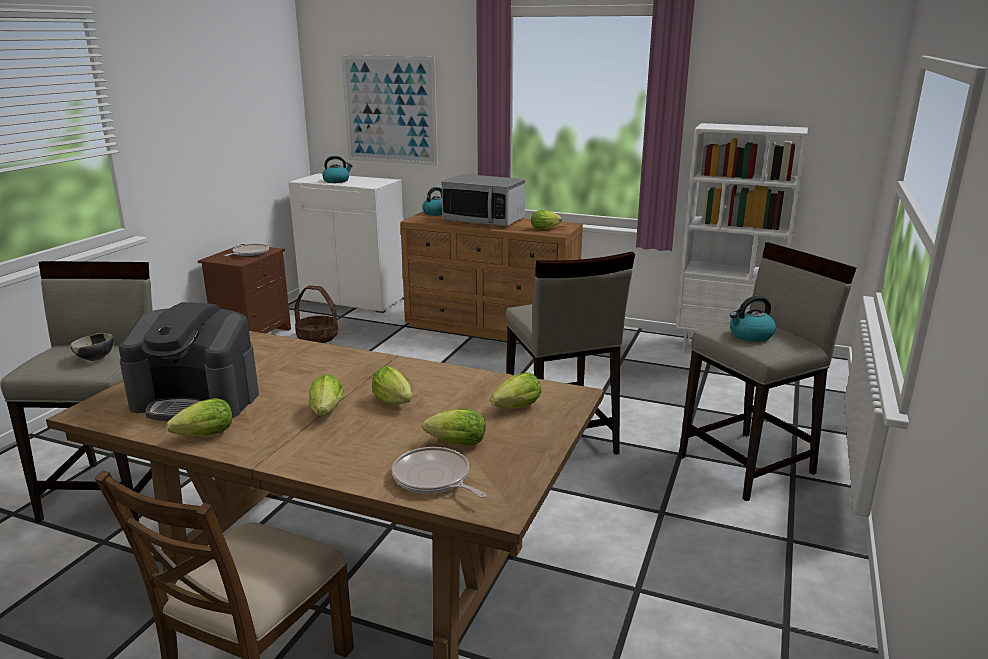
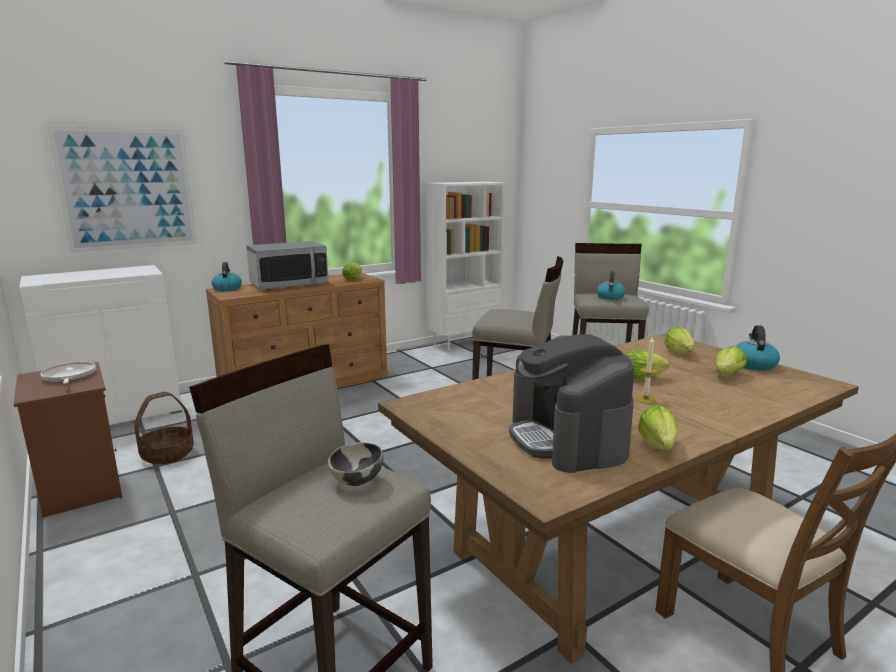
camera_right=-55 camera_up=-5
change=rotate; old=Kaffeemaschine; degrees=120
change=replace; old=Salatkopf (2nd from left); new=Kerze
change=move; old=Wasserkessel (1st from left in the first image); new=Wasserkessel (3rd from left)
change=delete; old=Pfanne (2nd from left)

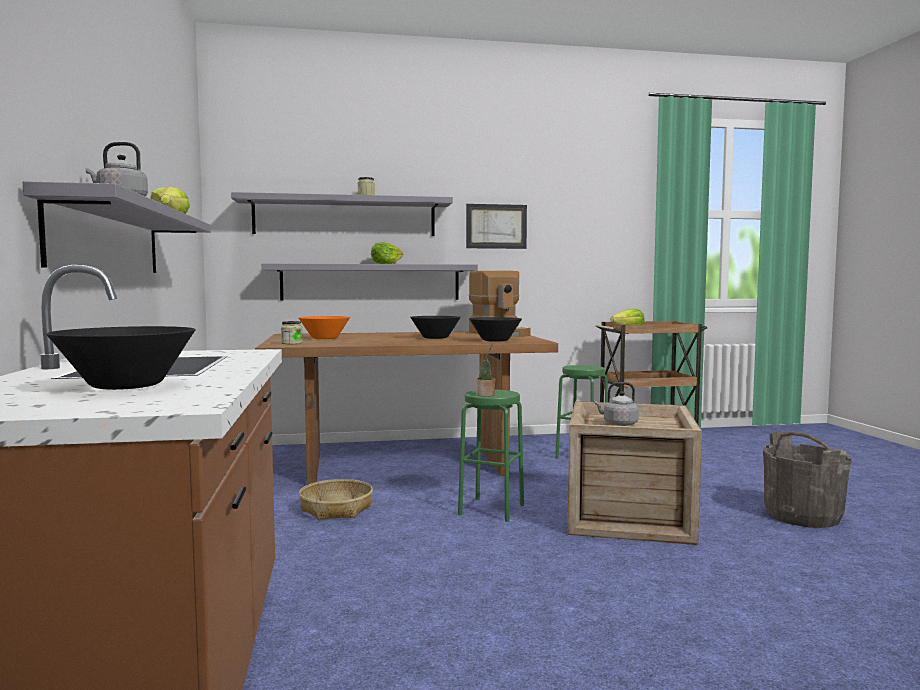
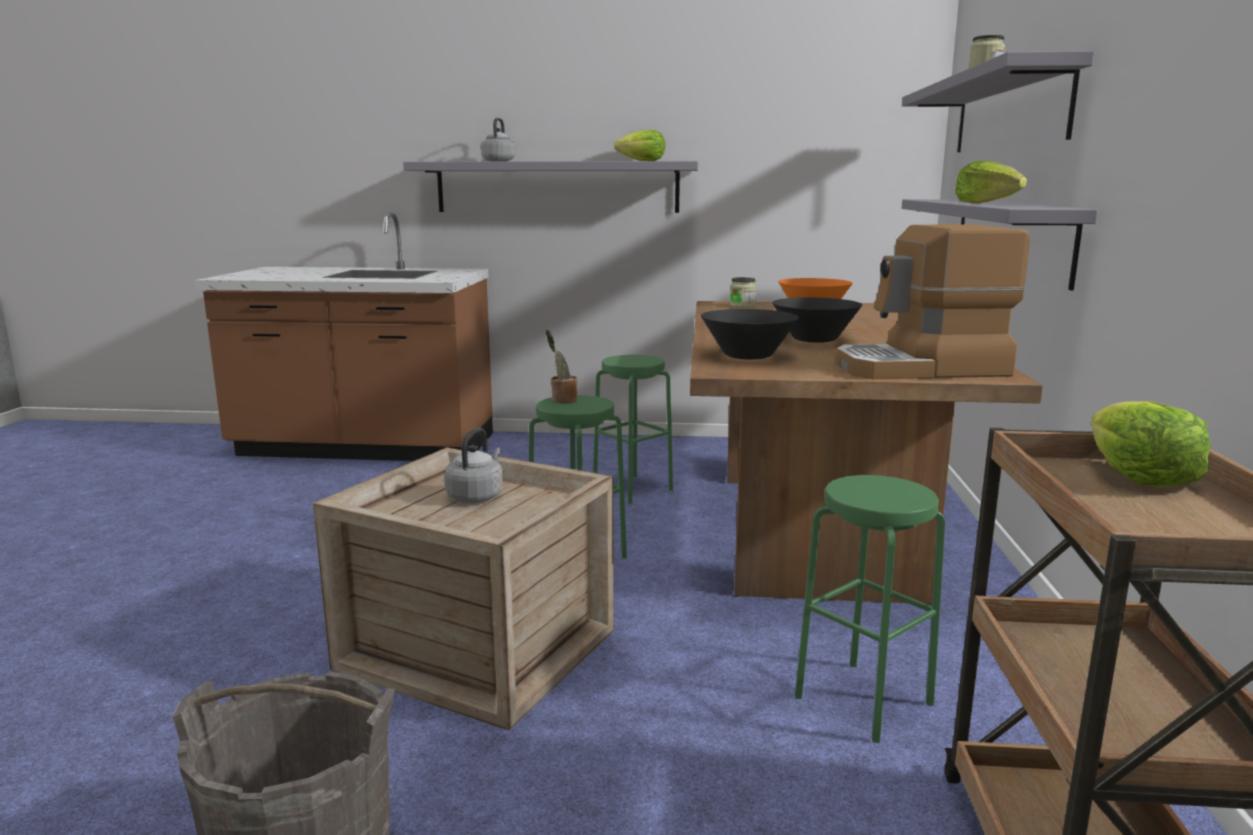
camera_right=105 camera_up=10
change=replace; old=Korb; new=Hocker/grün (2nd from left)
change=delete; old=Schüssel/schwarz (1st from left)
change=delete; old=Bild

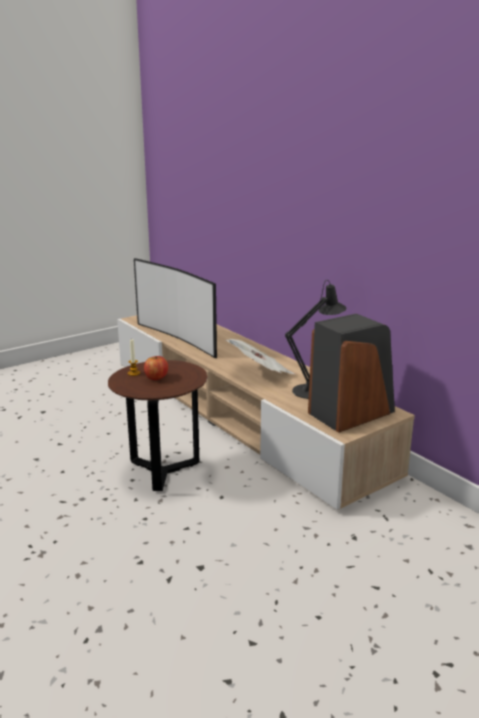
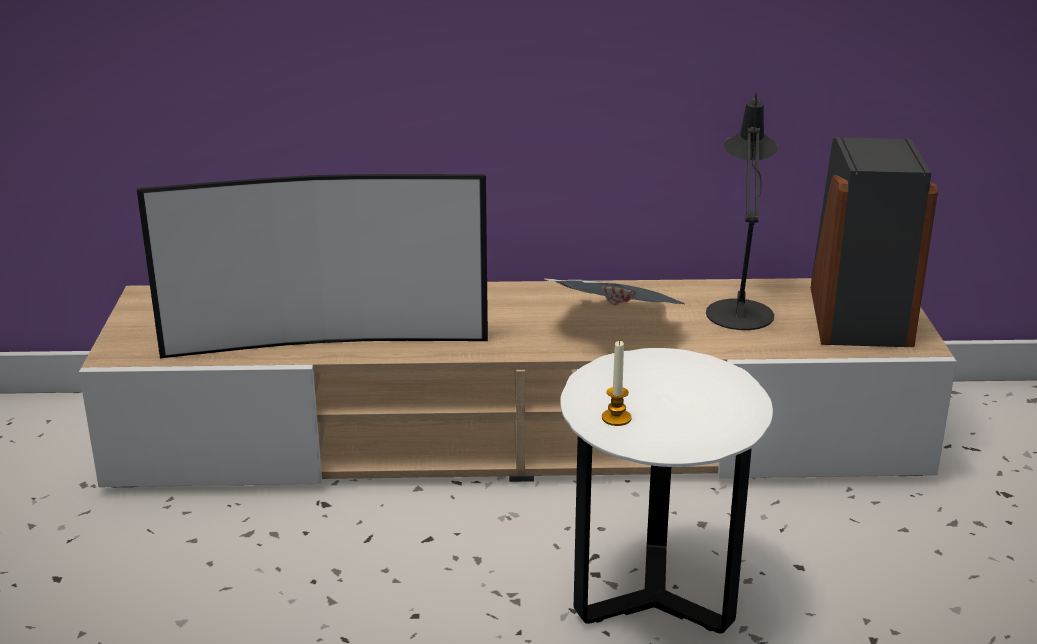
camera_right=-55 camera_up=5
change=recolor; old=Beistelltisch/braun; new=Beistelltisch/weiß
change=delete; old=Apfel

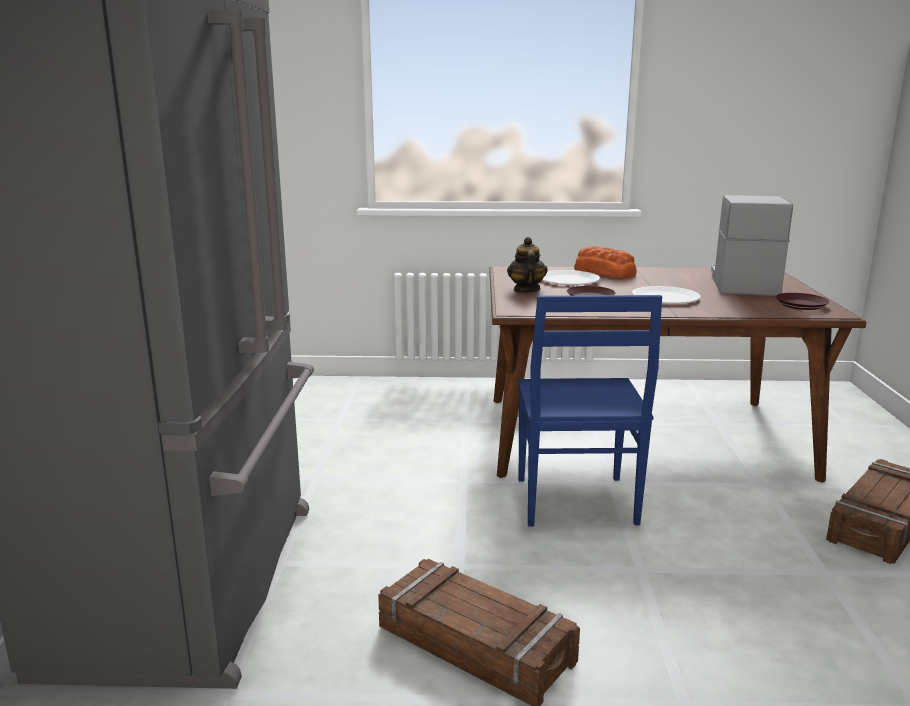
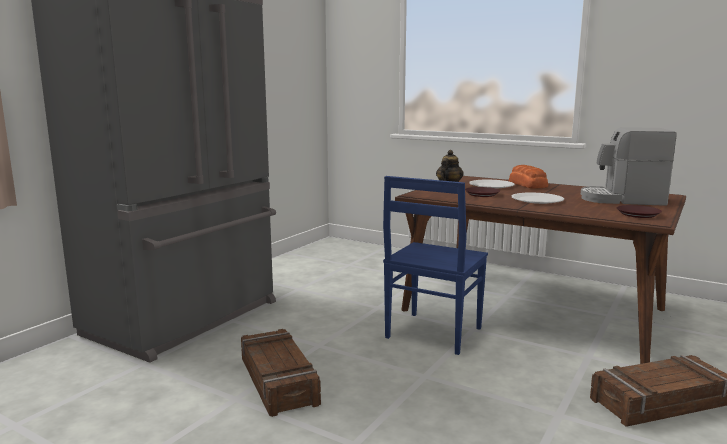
camera_right=30 camera_up=-5
change=rotate; old=Kaffeemaschine; degrees=-120

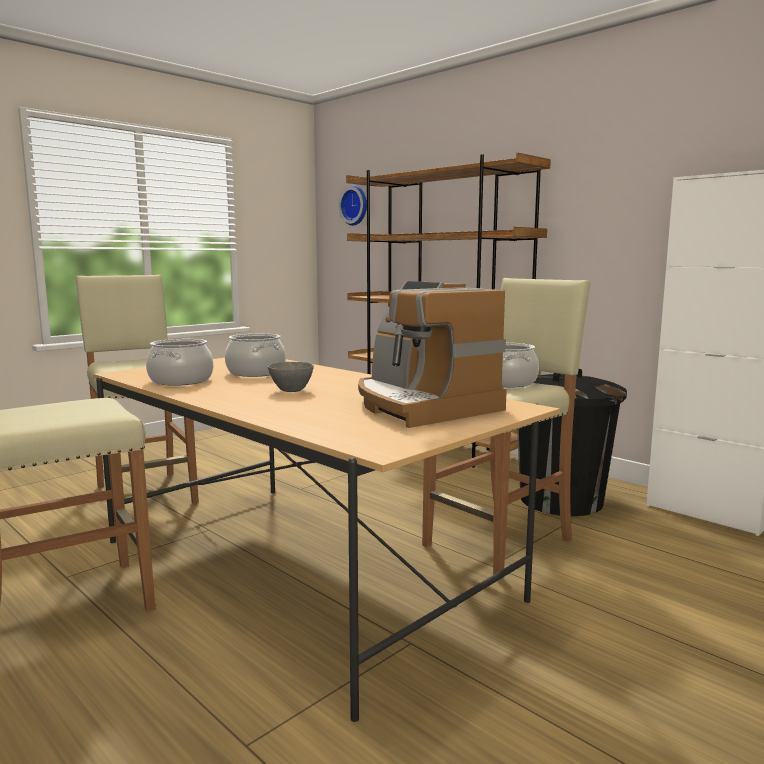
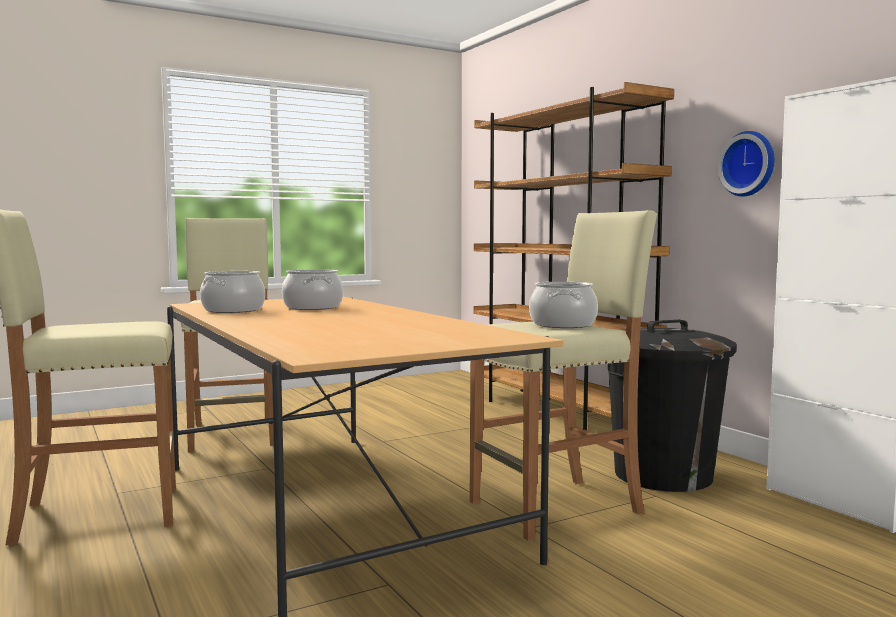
camera_right=15 camera_up=-5
change=move; old=Wanduhr
change=delete; old=Schüssel/grau
change=delete; old=Kaffeemaschine

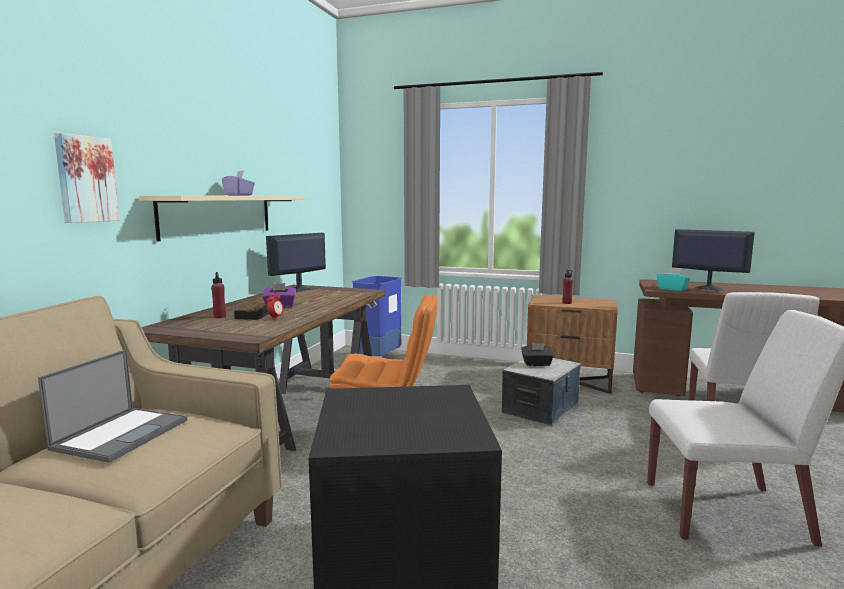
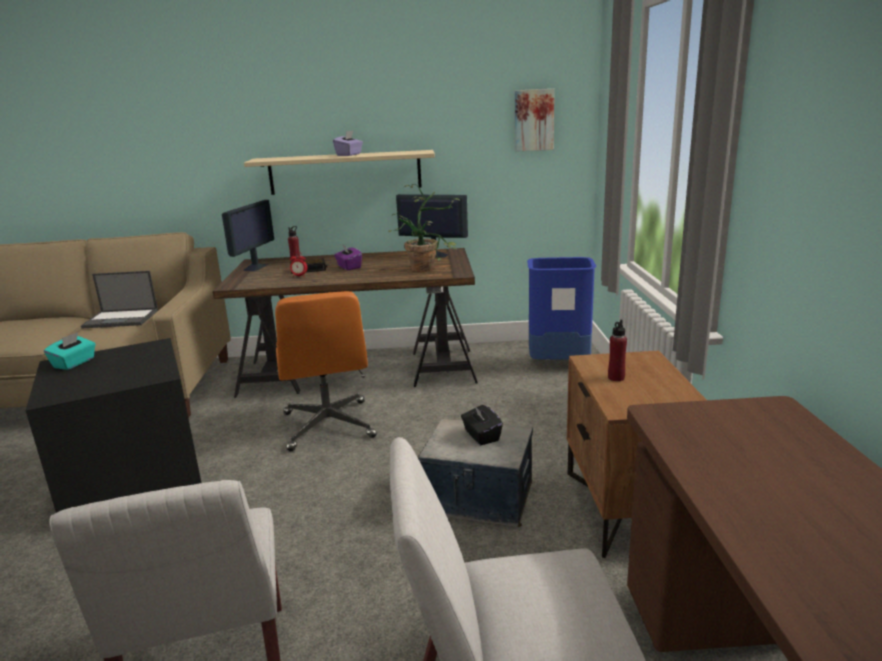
camera_right=70 camera_up=10
change=move; old=Taschentuchbox/türkis
change=move; old=Monitor (2nd from left in the first image); new=Monitor (1st from left)
change=insert; new=Topfpflanze
change=move; old=Bild

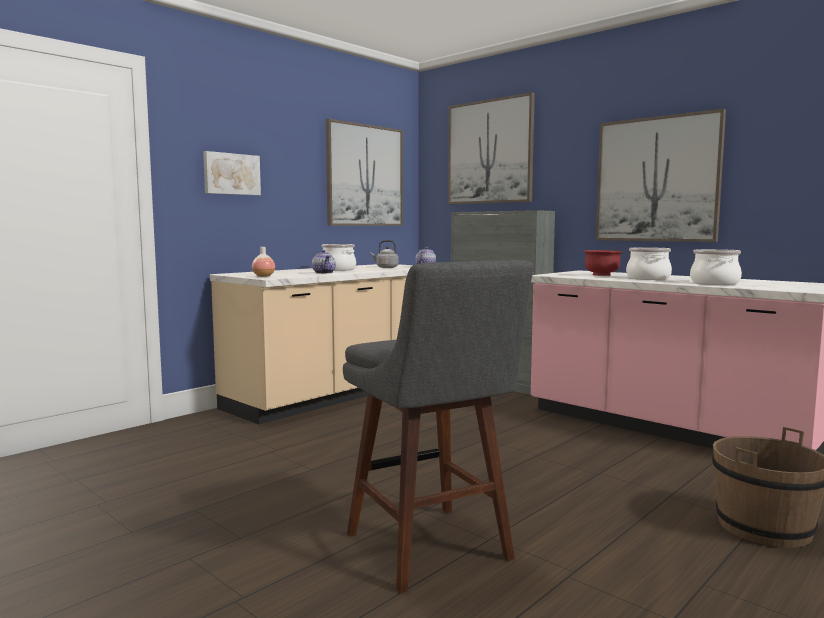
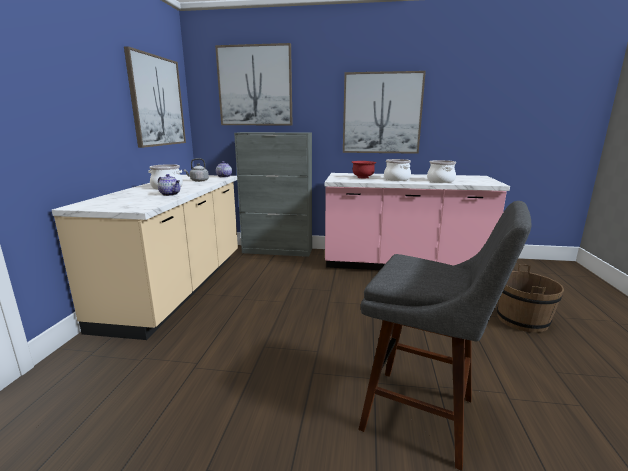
camera_right=-35 camera_up=10
change=delete; old=Bild (1st from left)
change=delete; old=Vase

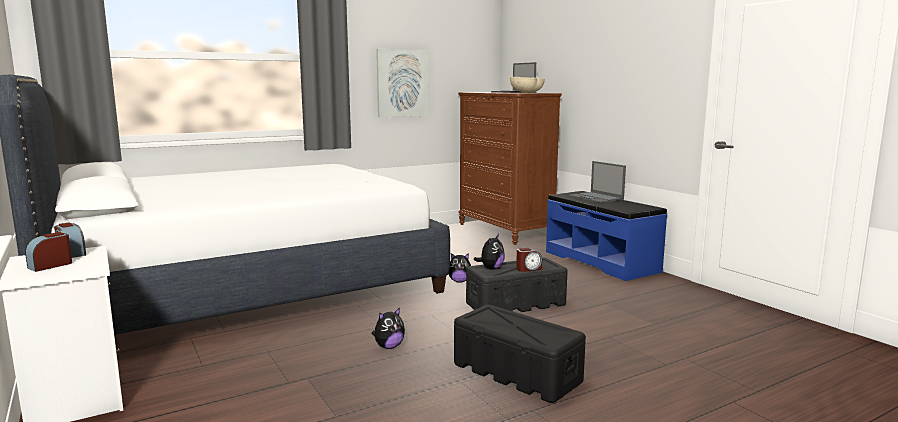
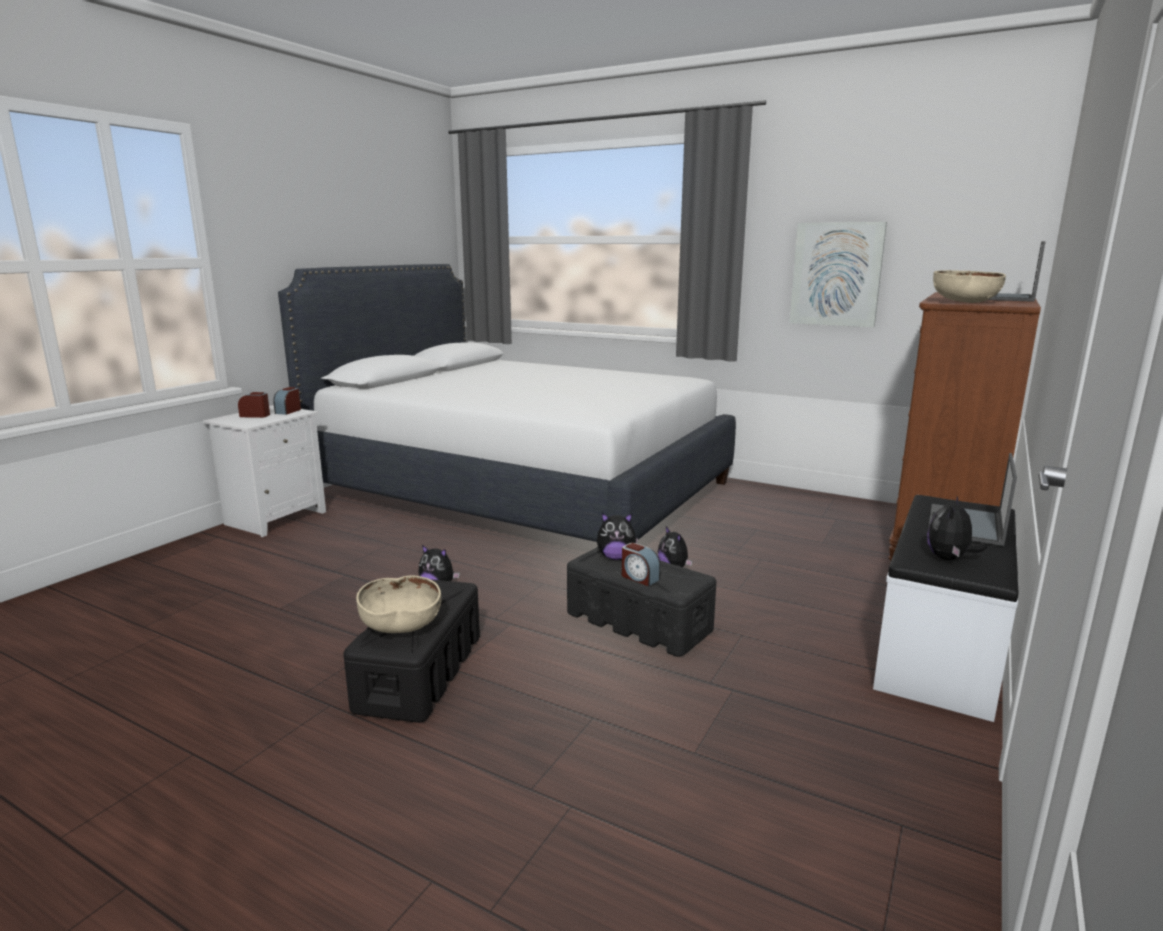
camera_right=60 camera_up=5
change=insert; new=Schüssel/beige (1st from left)
change=recolor; old=Bank/blau; new=Bank/weiß
change=insert; new=Plüschtier (4th from left)

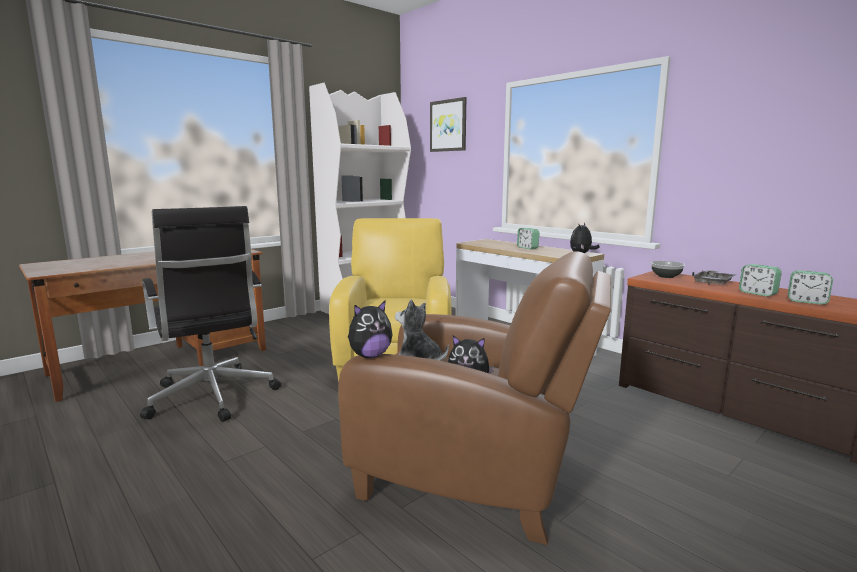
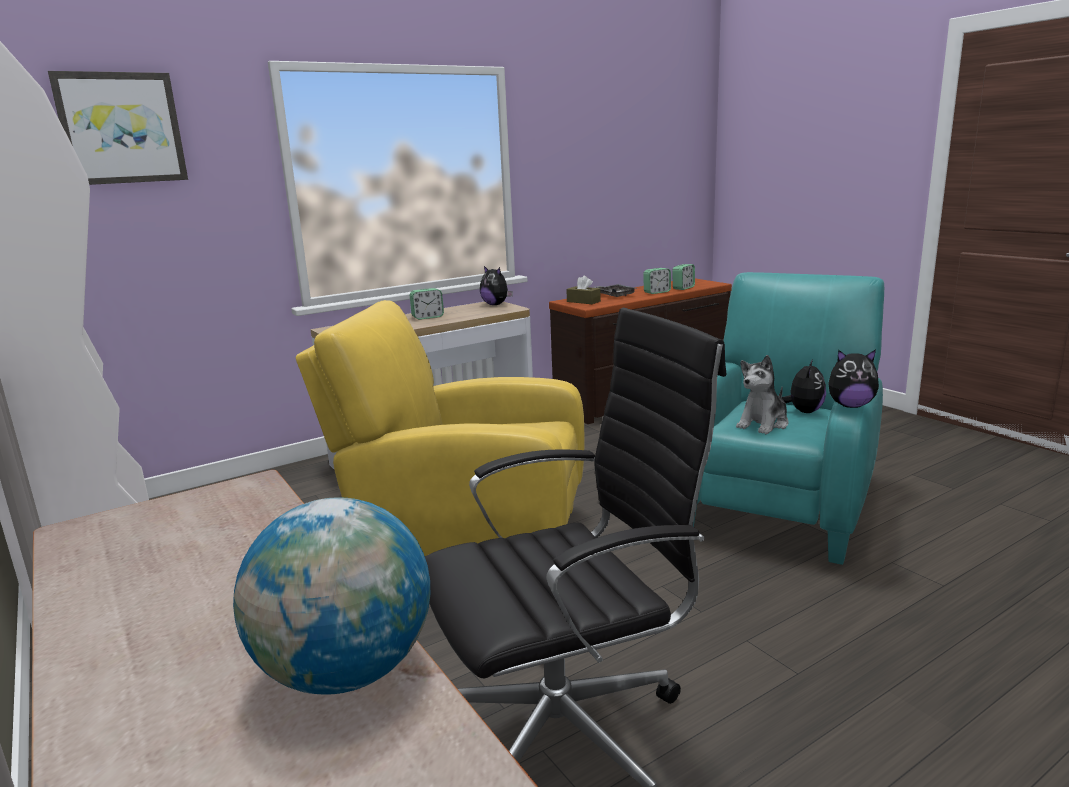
camera_right=-80 camera_up=5
change=insert; new=Globus
change=replace; old=Schüssel; new=Taschentuchbox/braun
change=recolor; old=Sessel/braun; new=Sessel/türkis
change=rotate; old=Plüschtier (1st from left in the first image); degrees=120

